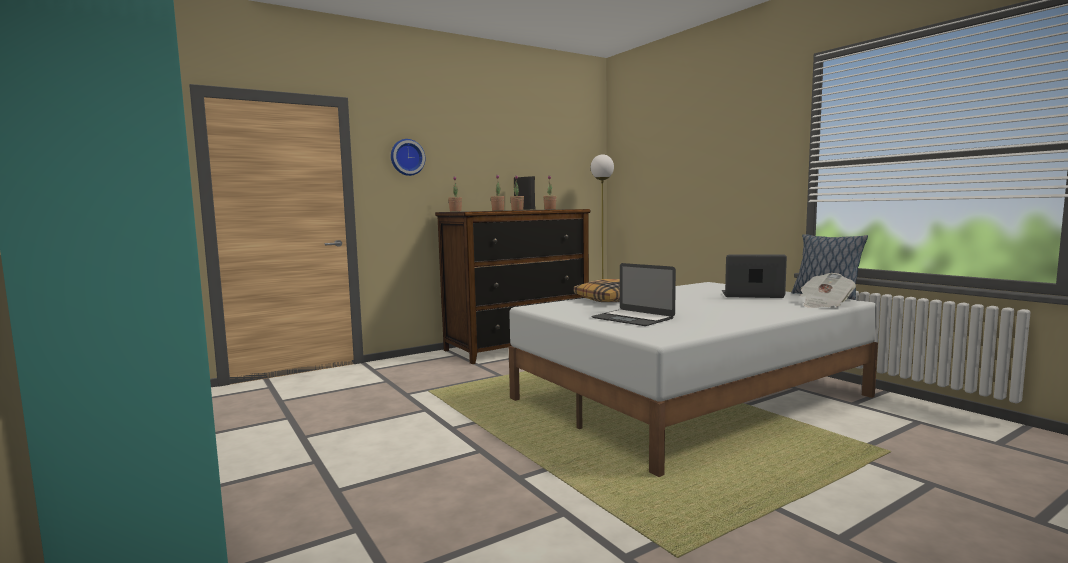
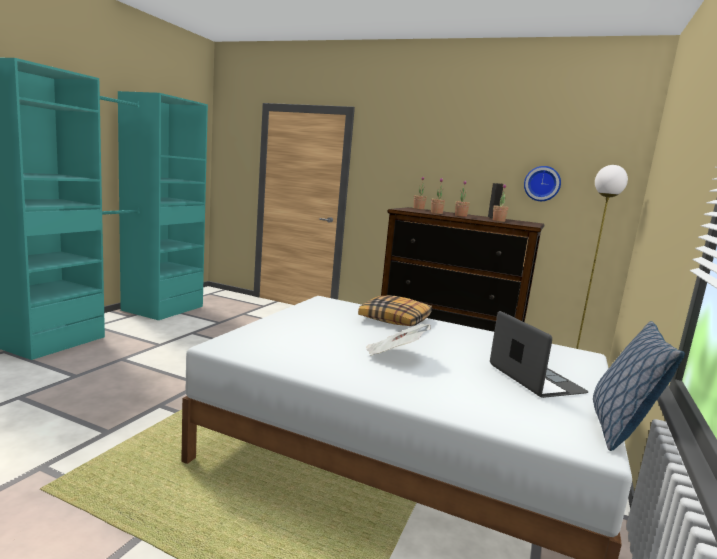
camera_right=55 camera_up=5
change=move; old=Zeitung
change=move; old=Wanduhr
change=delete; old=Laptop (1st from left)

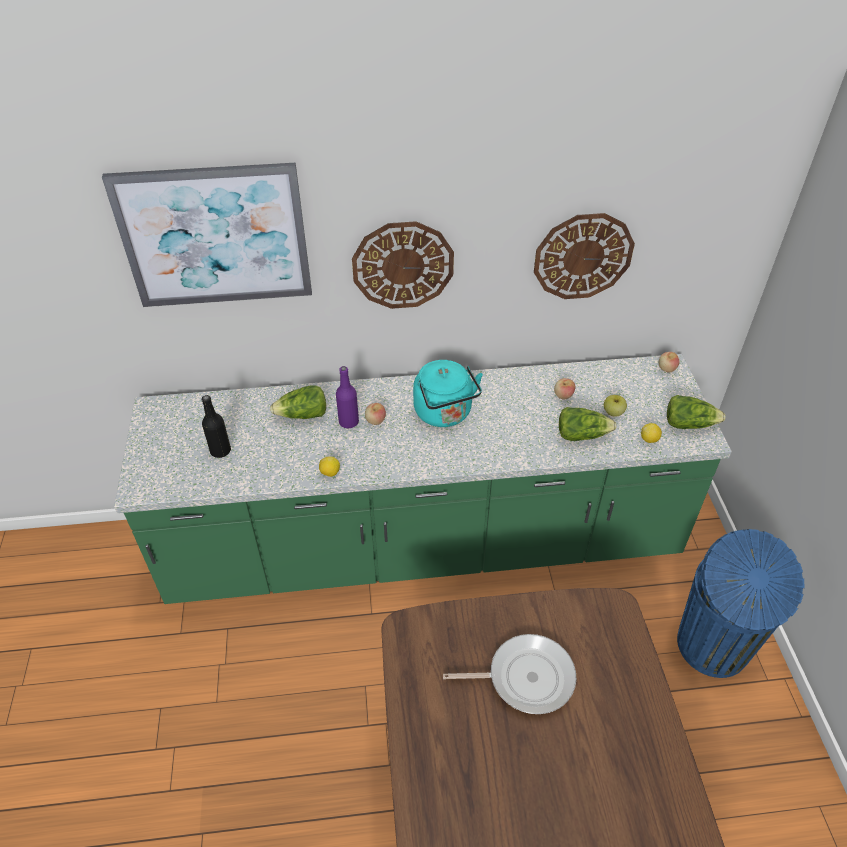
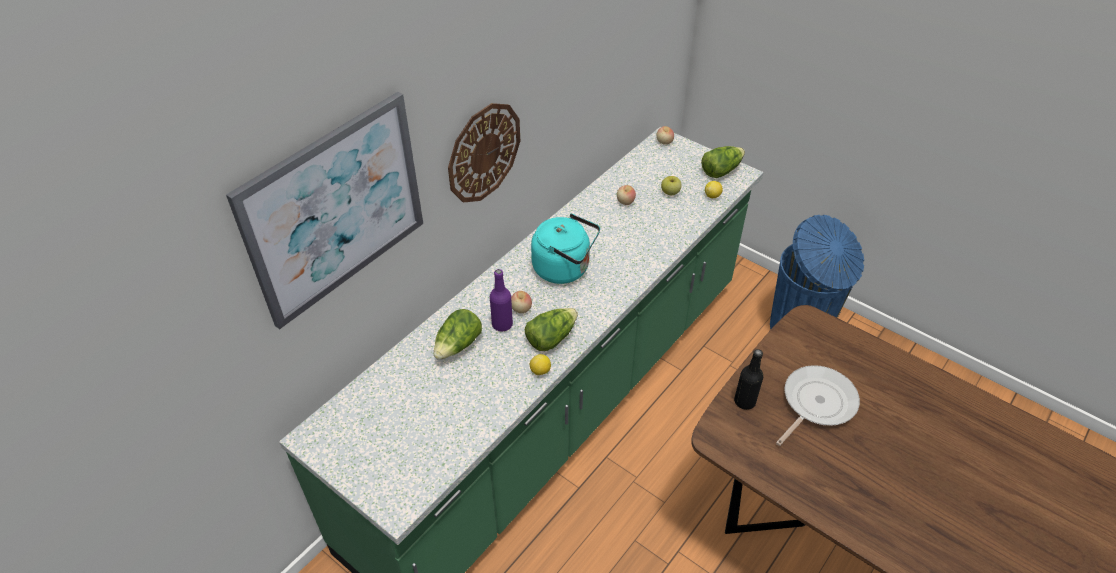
camera_right=-45 camera_up=0
change=move; old=Salatkopf (2nd from left)
change=move; old=Flasche/schwarz
change=delete; old=Wanduhr (2nd from left)

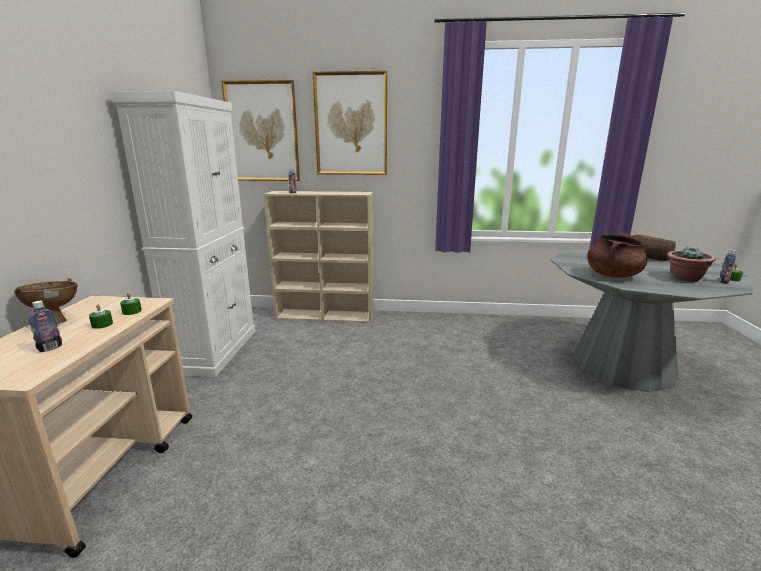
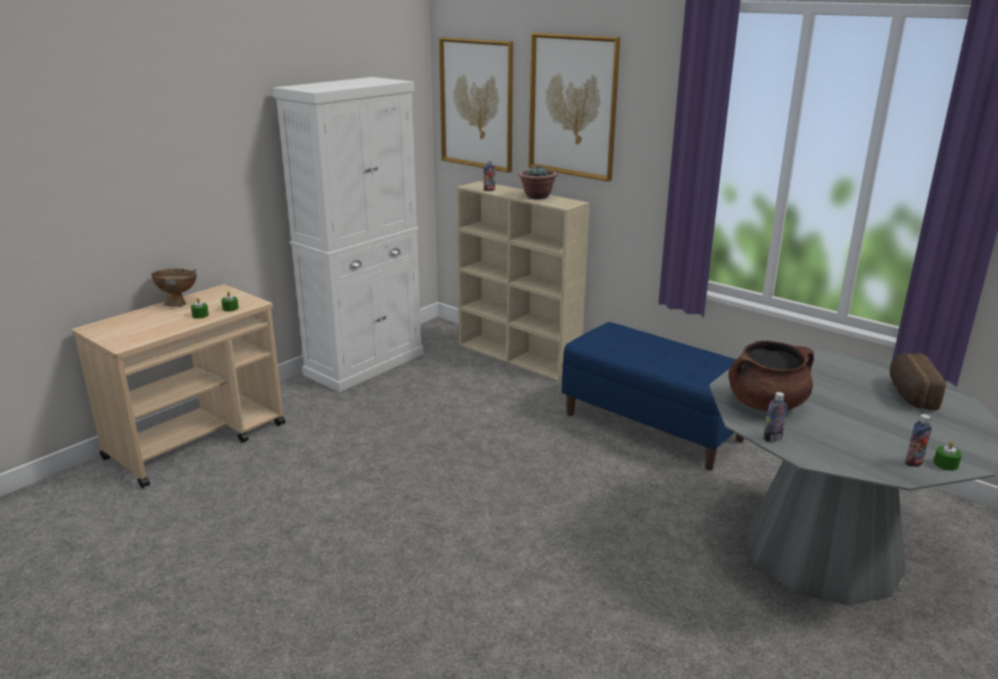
camera_right=35 camera_up=5
change=move; old=Topfpflanze
change=insert; new=Bank/blau
change=move; old=Flasche (1st from left in the first image); new=Flasche (2nd from left)

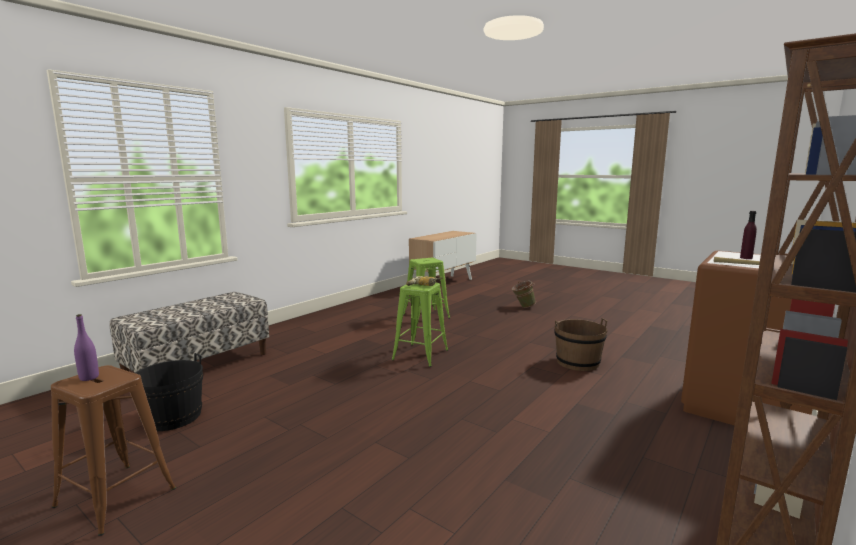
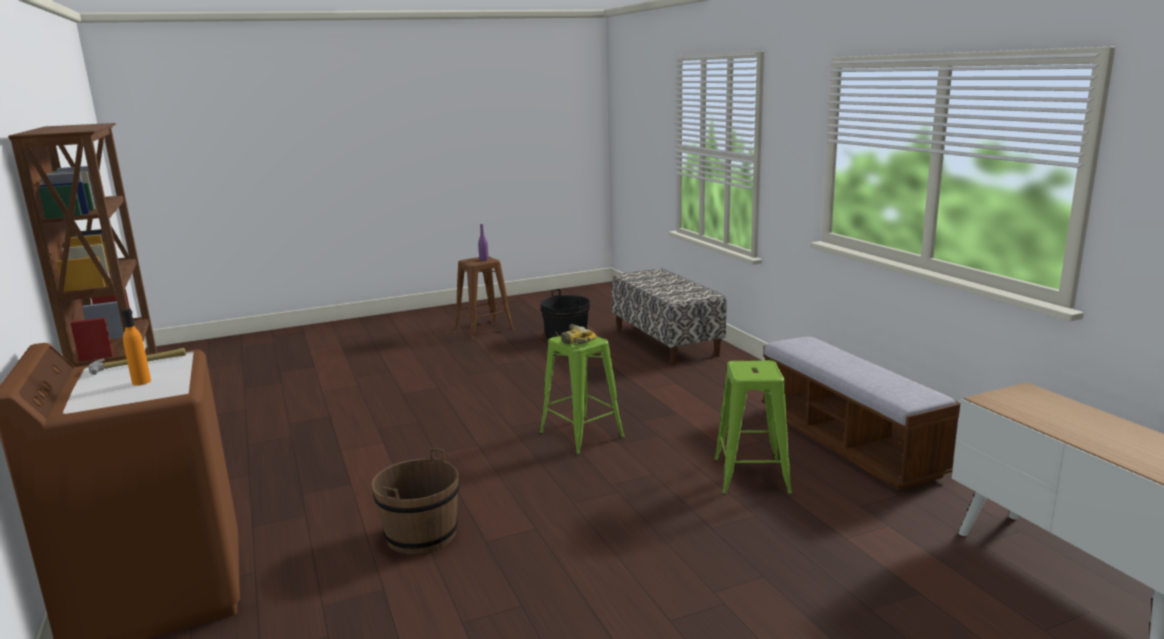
camera_right=120 camera_up=5
change=recolor; old=Flasche/lila (2nd from left); new=Flasche/orange
change=insert; new=Bank (2nd from left)
change=delete; old=Eimer/grün

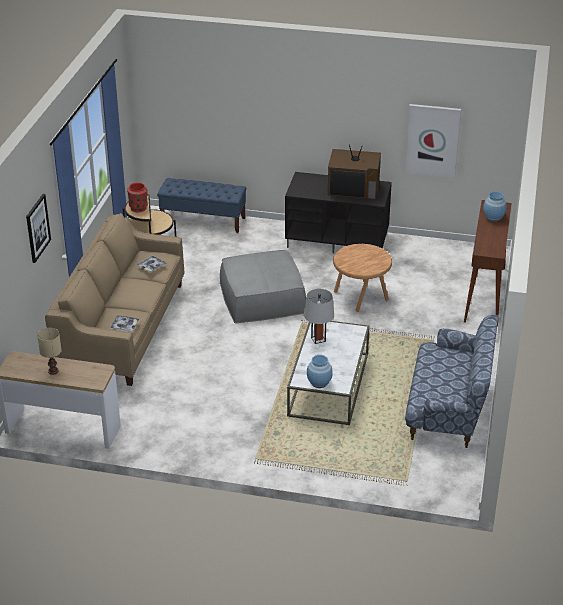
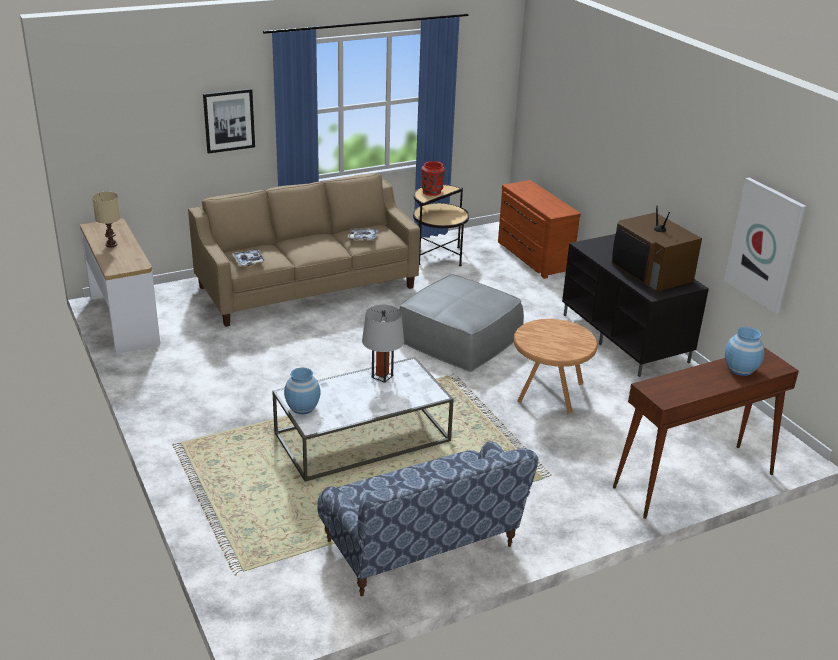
camera_right=50 camera_up=-5
change=replace; old=Bank/blau; new=Kommode/braun

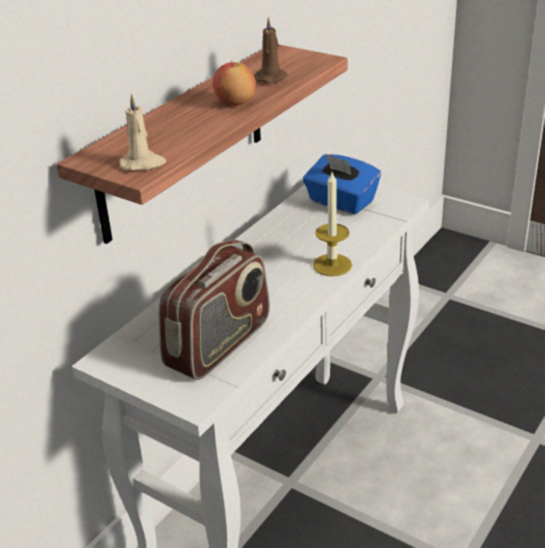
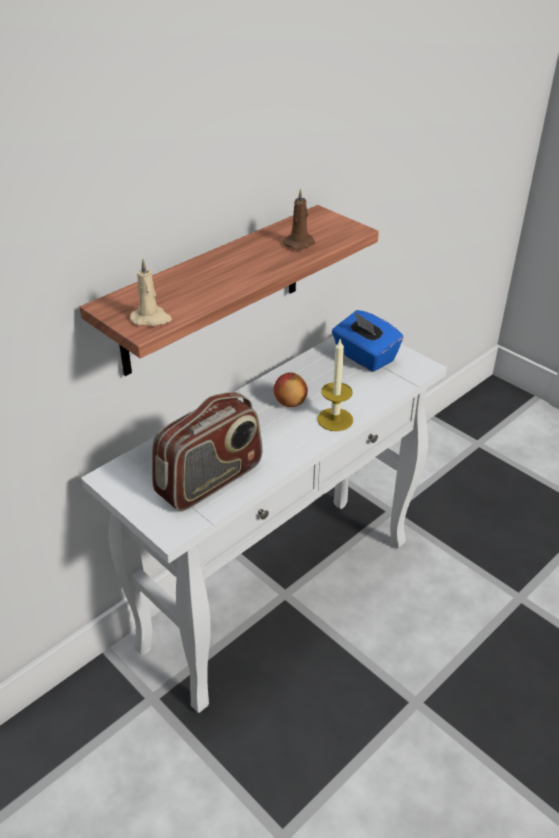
camera_right=10 camera_up=5
change=move; old=Apfel

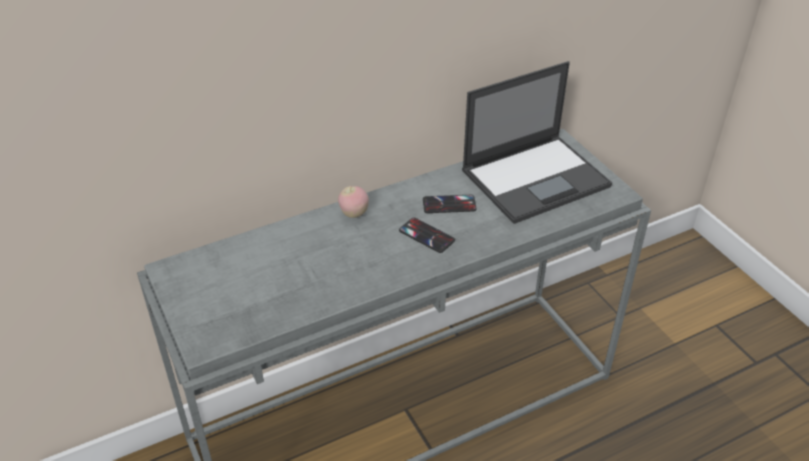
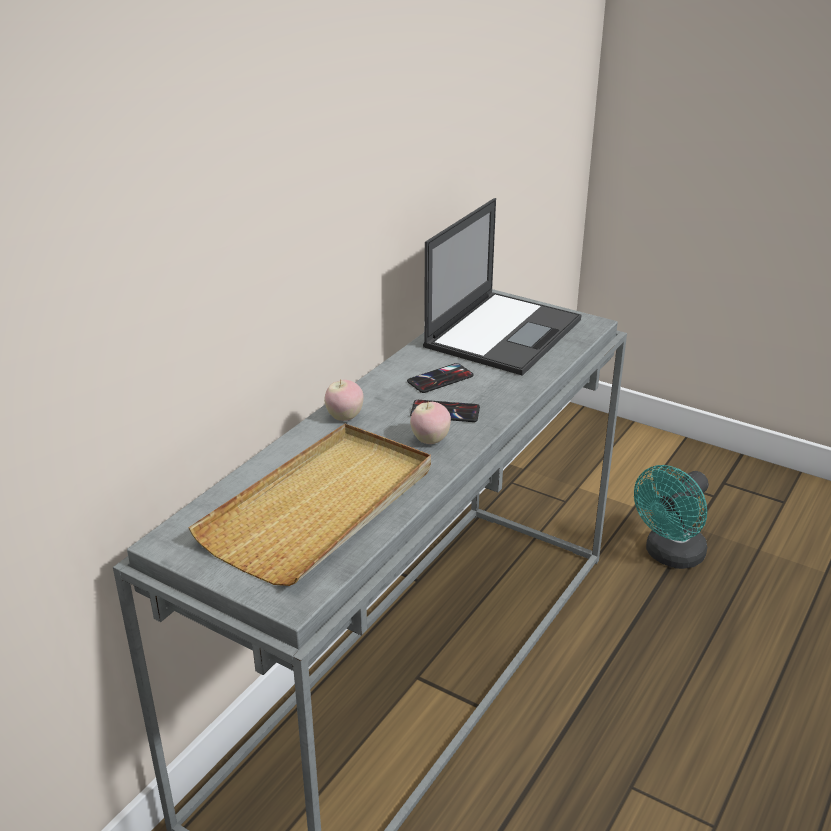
camera_right=-30 camera_up=-10
change=insert; new=Tablett/beige
change=insert; new=Apfel (2nd from left)
change=insert; new=Ventilator/türkis

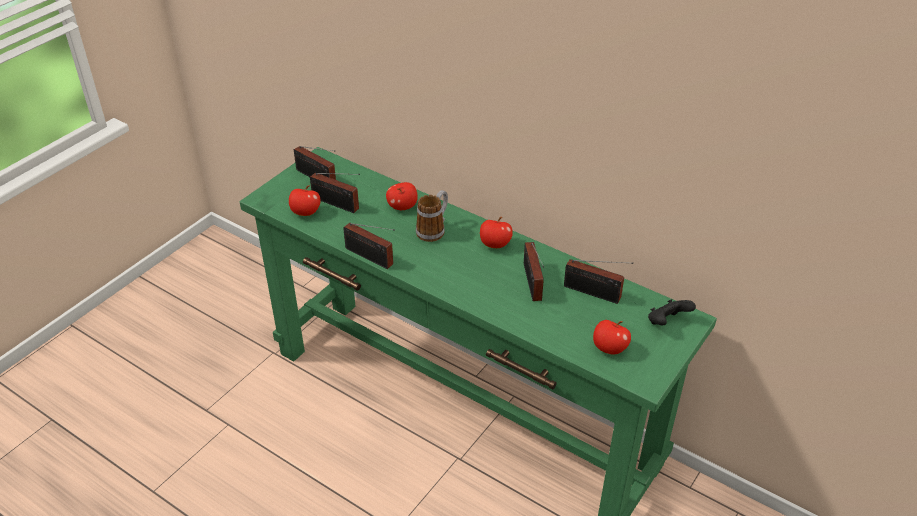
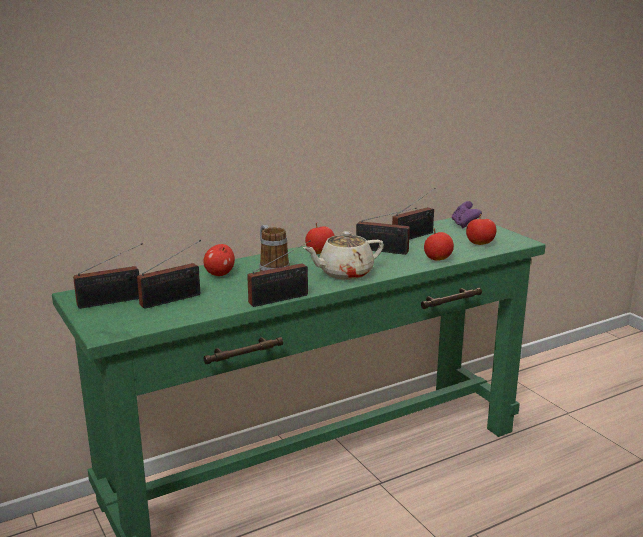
camera_right=-65 camera_up=-20
change=insert; new=Teekanne/beige
change=move; old=Apfel (1st from left in the first image); new=Apfel (3rd from left)
change=recolor; old=Gamepad/schwarz; new=Gamepad/lila

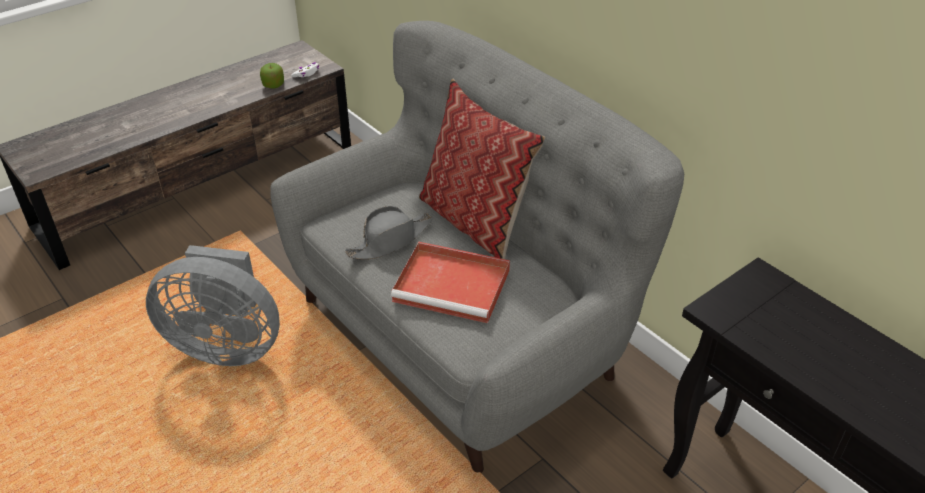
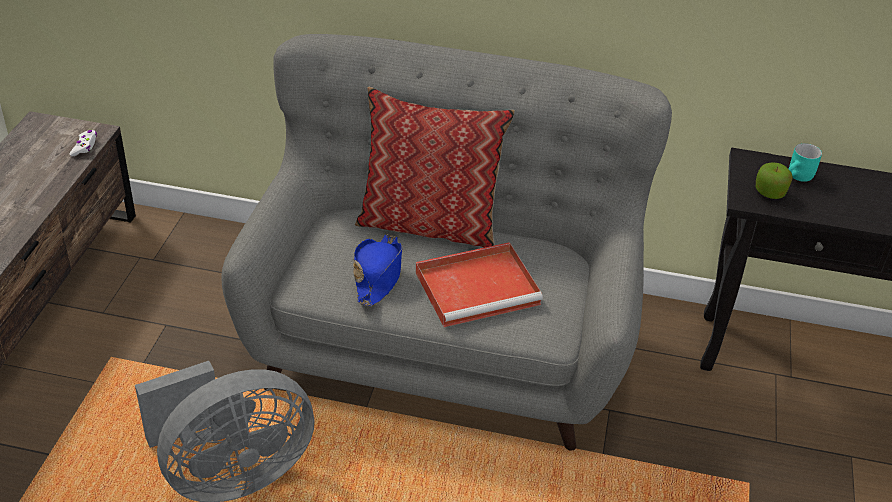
camera_right=-40 camera_up=0
change=recolor; old=Hut/grau; new=Hut/blau
change=move; old=Apfel
change=insert; new=Henkelbecher/türkis

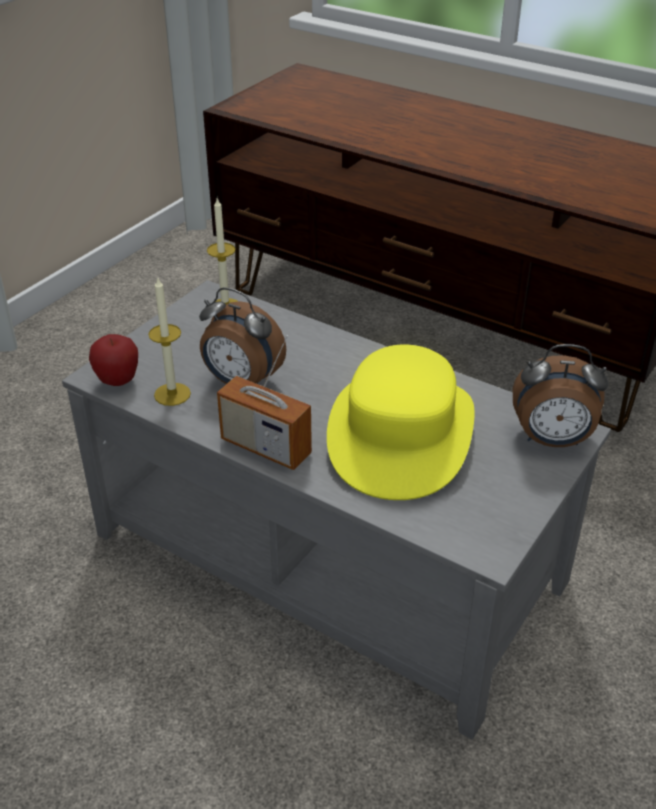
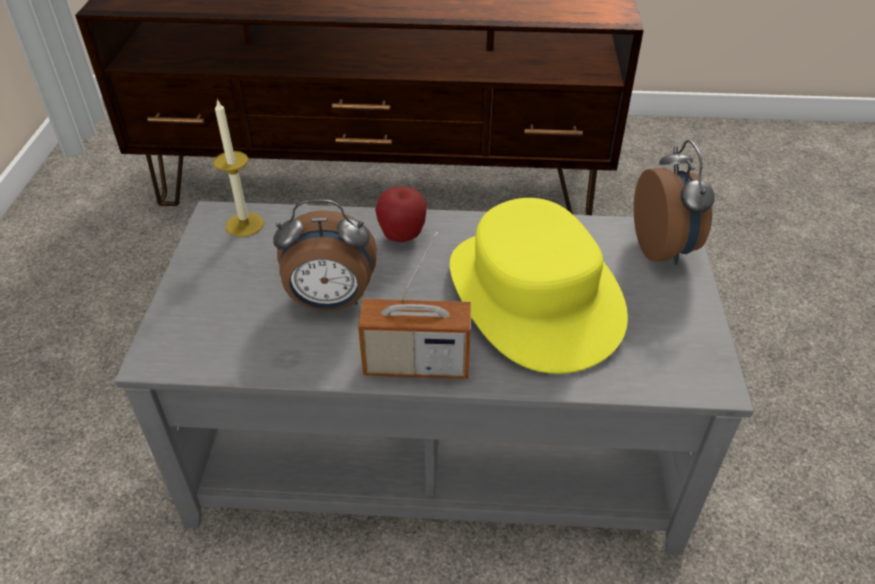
camera_right=-30 camera_up=5
change=move; old=Apfel
change=rotate; old=Wecker (2nd from left); degrees=-75
change=delete; old=Kerze (1st from left)

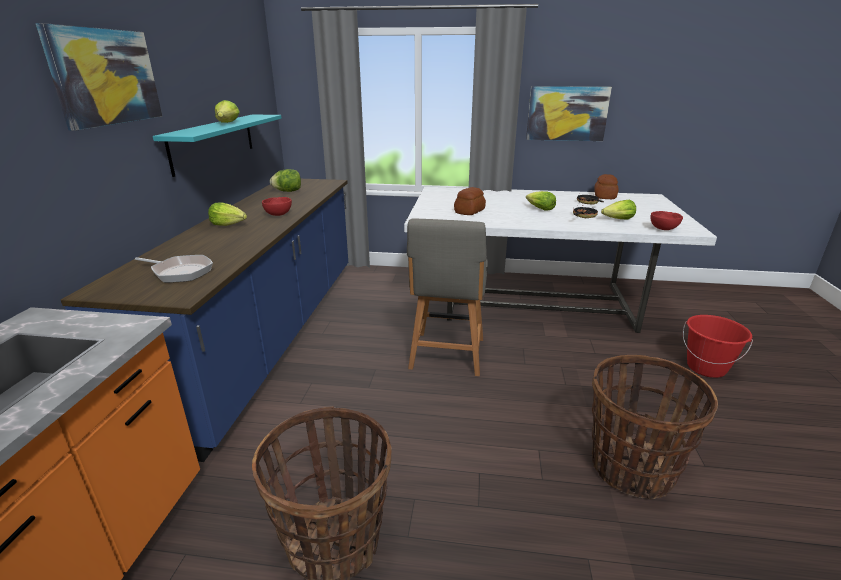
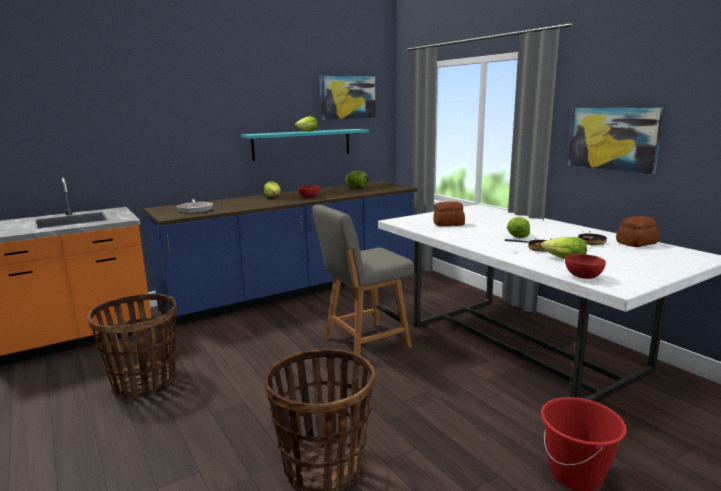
camera_right=50 camera_up=-10
change=move; old=Bild (1st from left)

